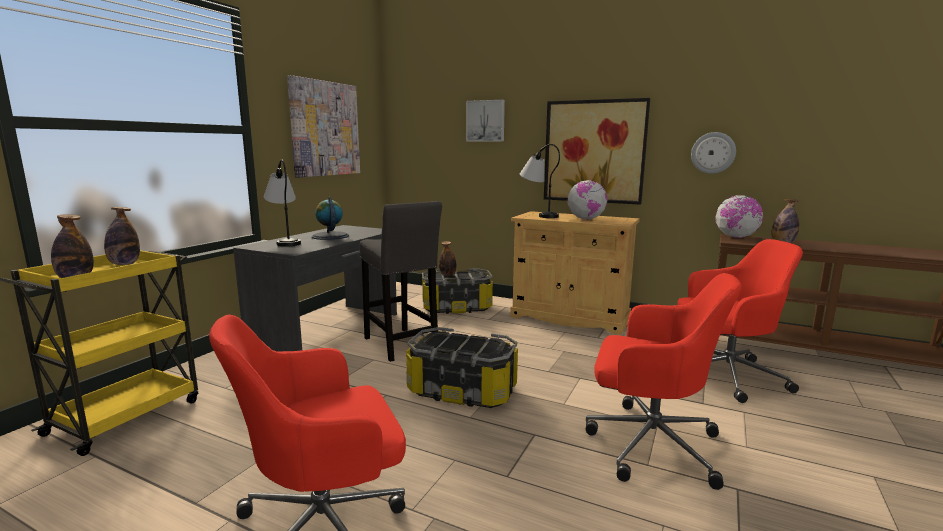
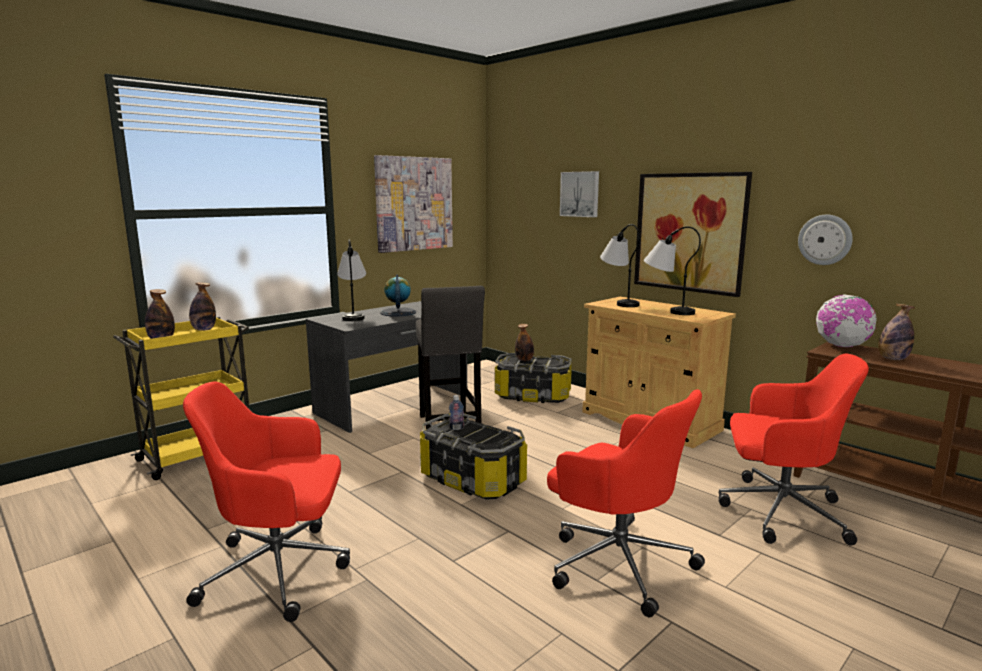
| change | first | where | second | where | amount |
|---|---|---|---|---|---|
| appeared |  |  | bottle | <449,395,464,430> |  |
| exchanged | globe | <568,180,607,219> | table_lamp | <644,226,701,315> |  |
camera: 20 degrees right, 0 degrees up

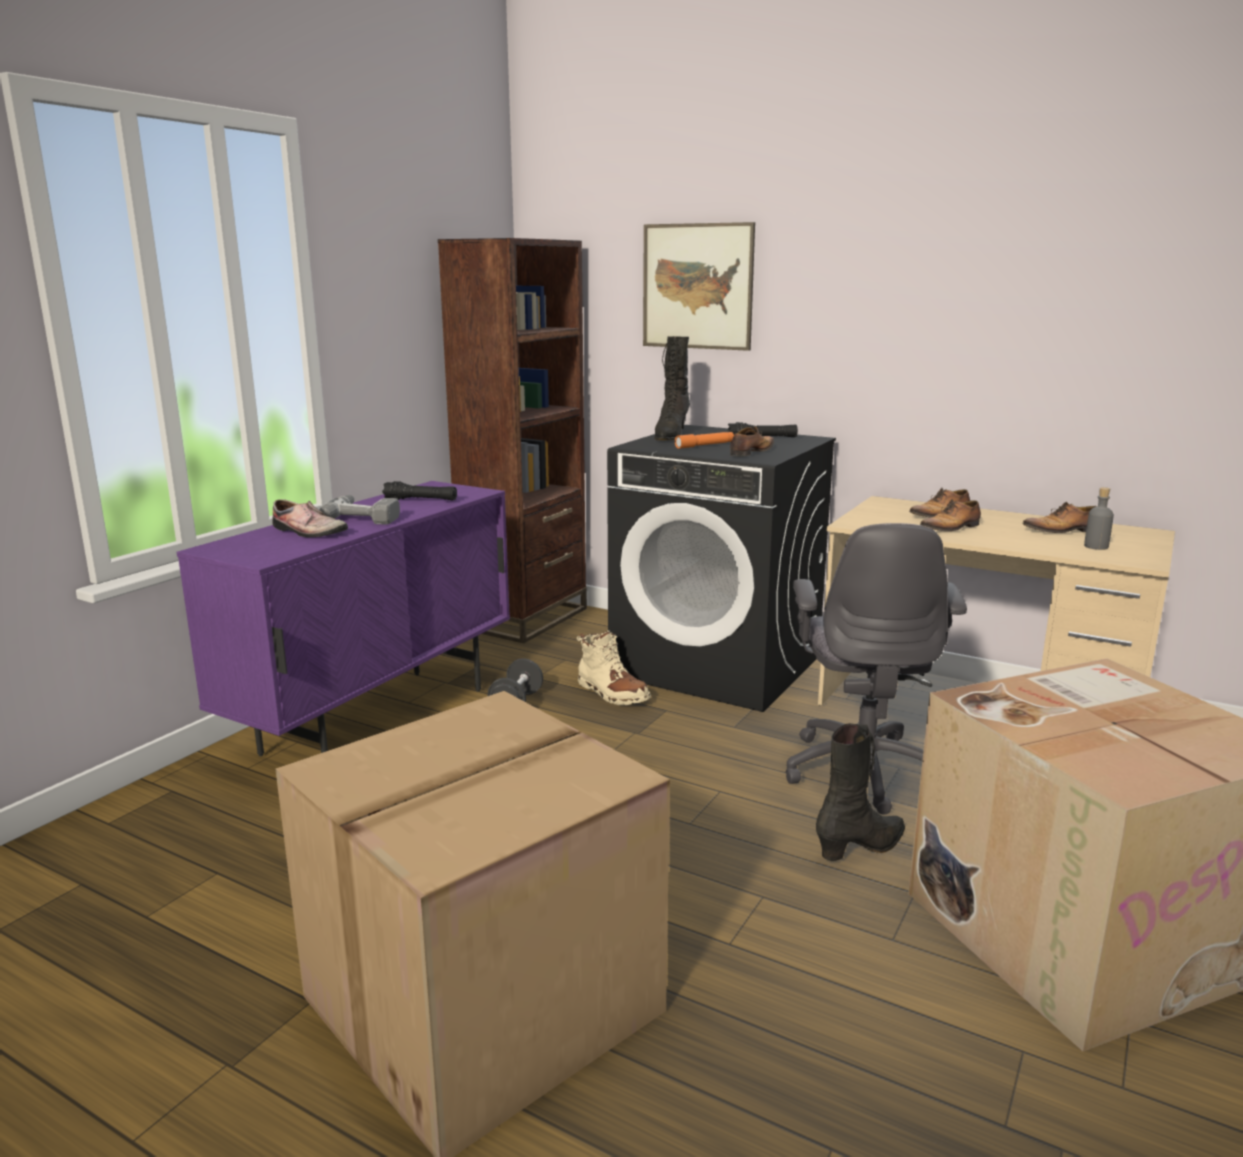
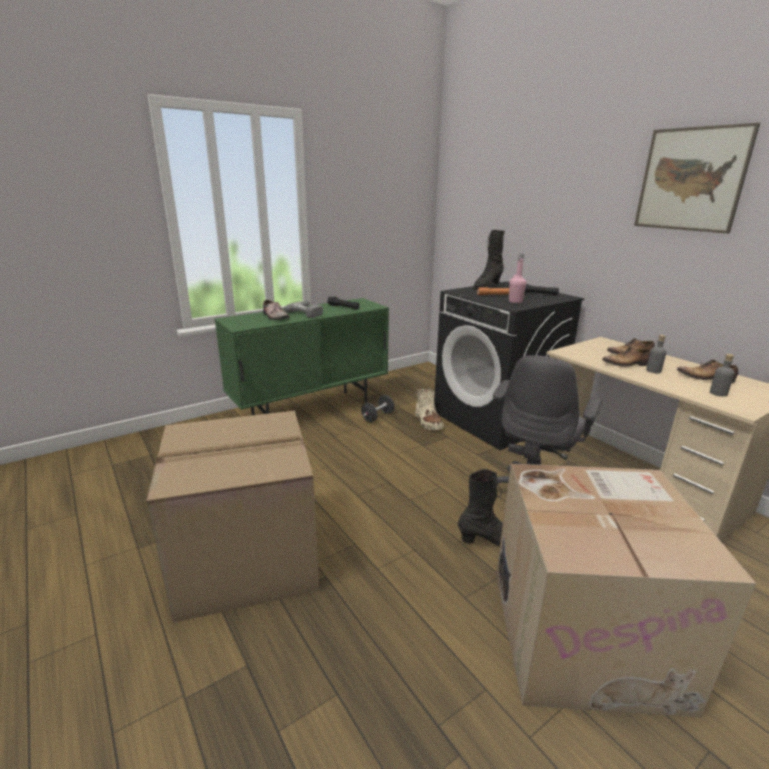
| change | first | where | second | where | amount |
|---|---|---|---|---|---|
| colour | purple_cabinet | <177,481,510,756> | green_cabinet | <214,298,389,415> |  |
| exchanged | shoe | <730,426,774,457> | pink_bottle | <509,254,526,303> |  |
| relocated | picture | <643,222,755,351> |  | <634,123,760,234> |  |
| appeared |  |  | grey_bottle | <646,335,666,373> |  |
| missing | brown_bookcase | <438,238,587,644> |  |  |  |
camera: 25 degrees right, 5 degrees up

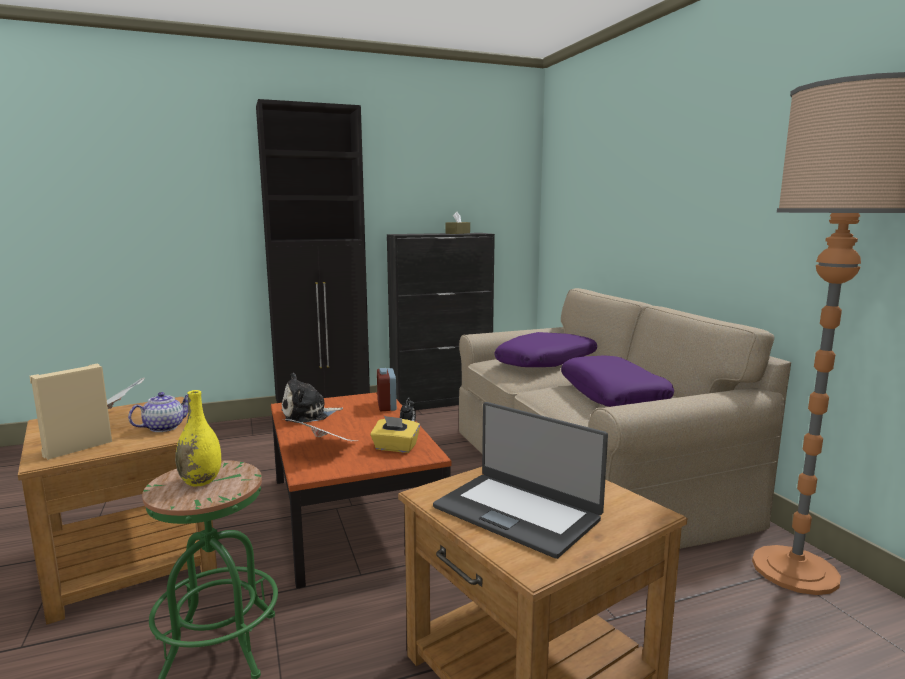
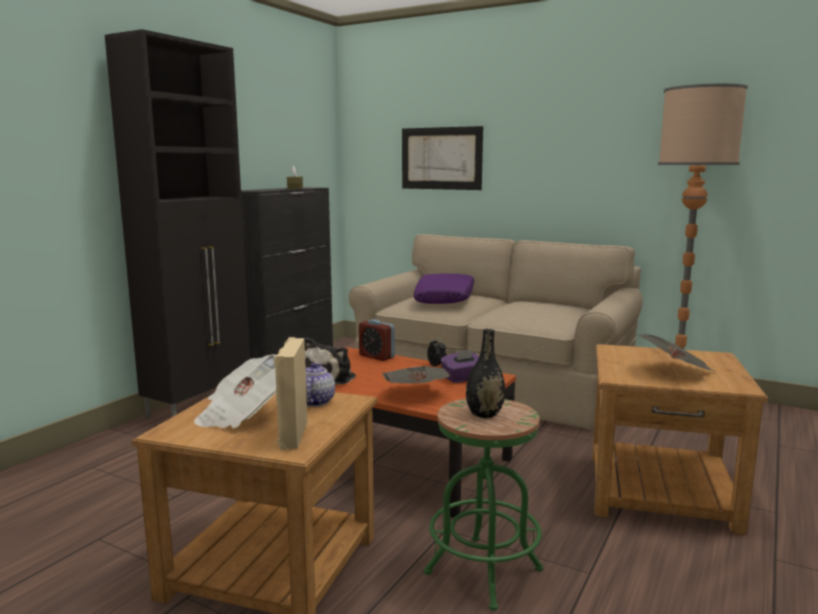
| change | first | where | second | where | amount |
|---|---|---|---|---|---|
| appeared |  |  | picture | <402,126,483,190> |  |
| colour | yellow_tissue_box | <370,416,420,453> | purple_tissue_box | <441,349,479,383> |  |
| colour | yellow_vase | <175,390,221,486> | black_vase | <466,329,505,418> |  |
| exchanged | laptop | <433,402,608,559> | newspaper | <638,334,715,371> |  |
| missing | purple_pillow | <561,355,674,407> |  |  |  |
camera: 40 degrees left, 0 degrees up

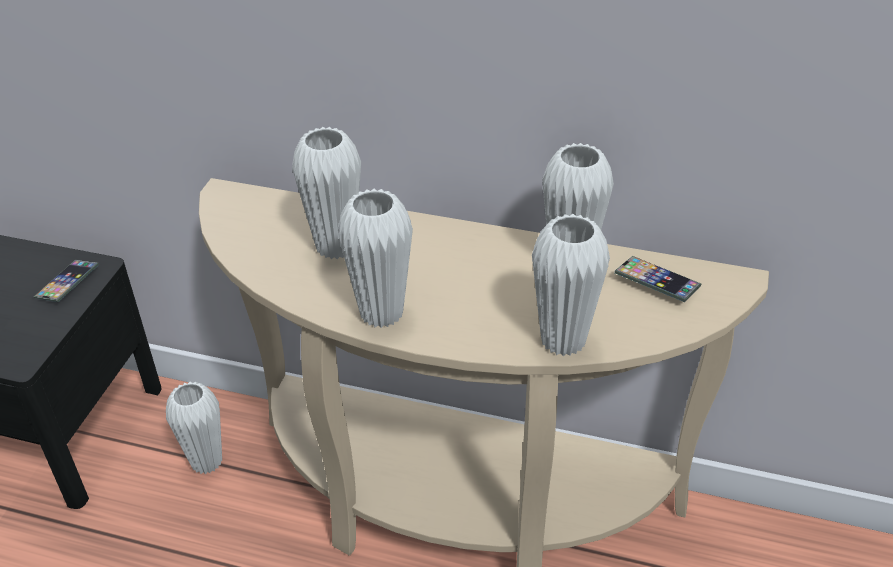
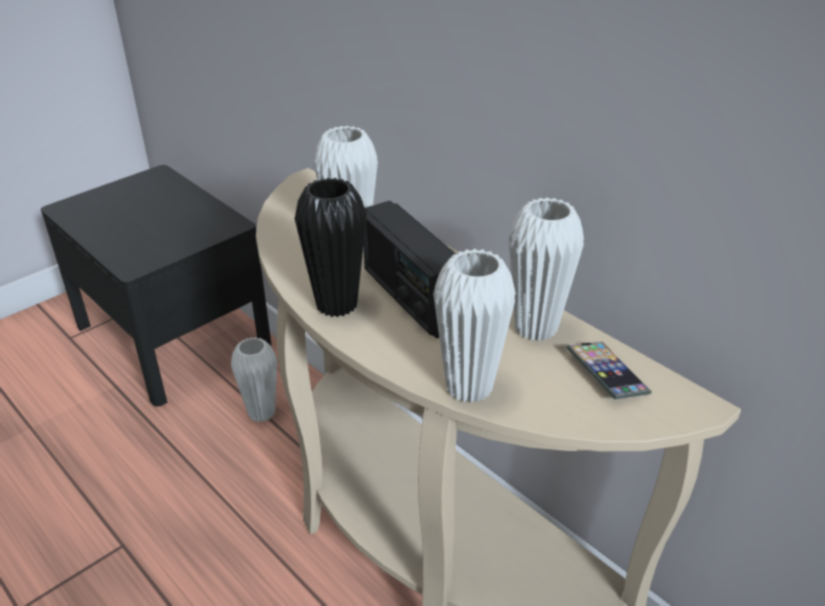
| change | first | where | second | where | amount |
|---|---|---|---|---|---|
| colour | white_vase | <338,189,413,328> | black_vase | <295,178,367,317> |  |
| appeared |  |  | radio | <364,201,456,339> |  |
| missing | phone | <34,260,99,302> |  |  |  |
camera: 30 degrees right, 5 degrees down

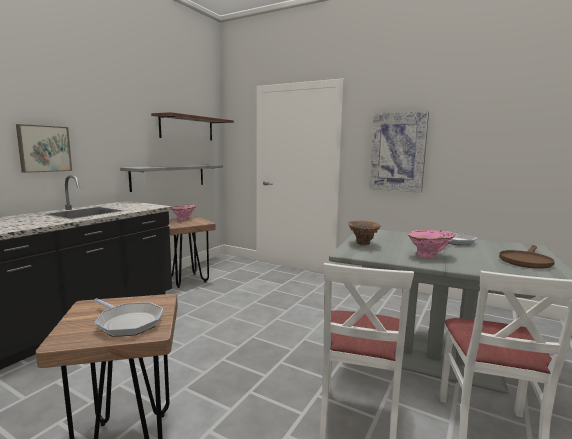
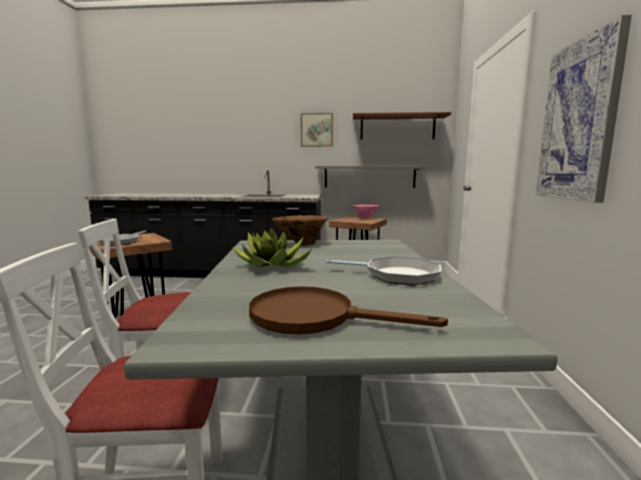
| change | first | where | second | where | amount |
|---|---|---|---|---|---|
| exchanged | pink_vase | <407,230,455,258> | potted_plant | <233,228,312,268> |  |
| relocated | picture | <16,124,72,173> |  | <301,113,333,146> |  |
camera: 65 degrees right, 0 degrees up

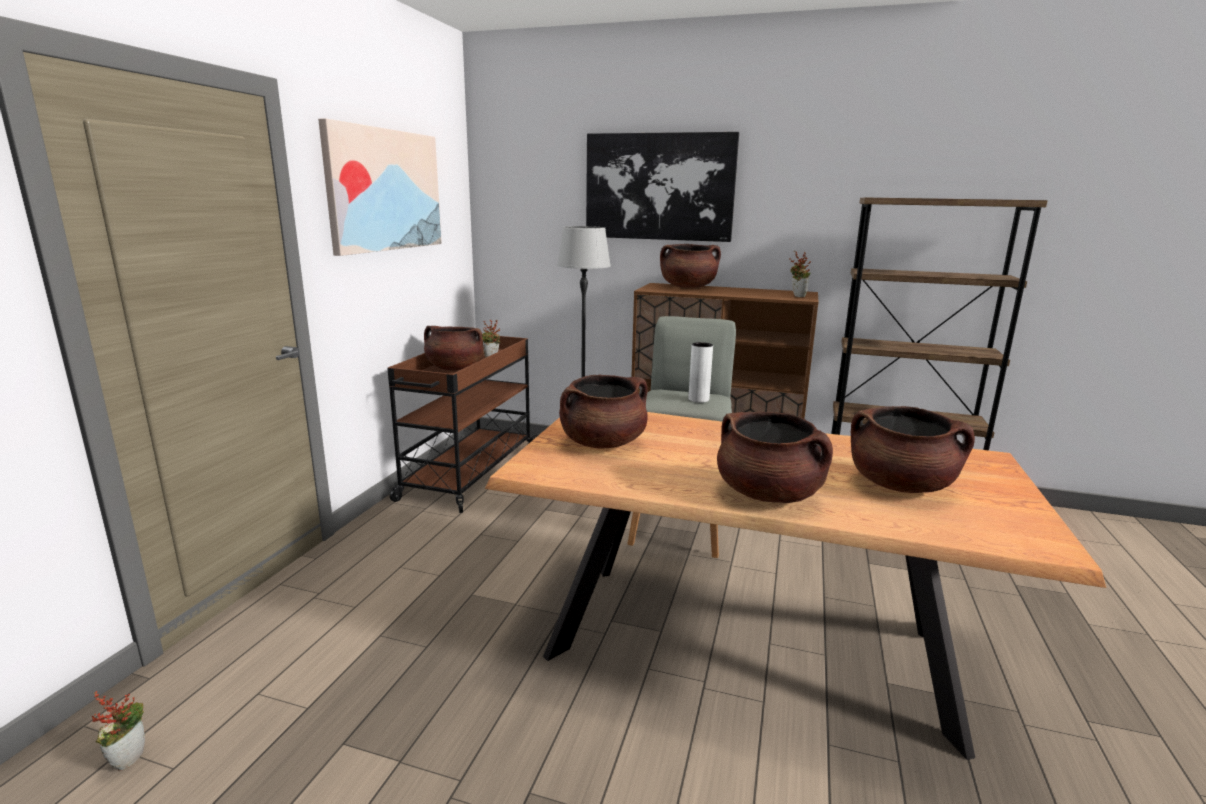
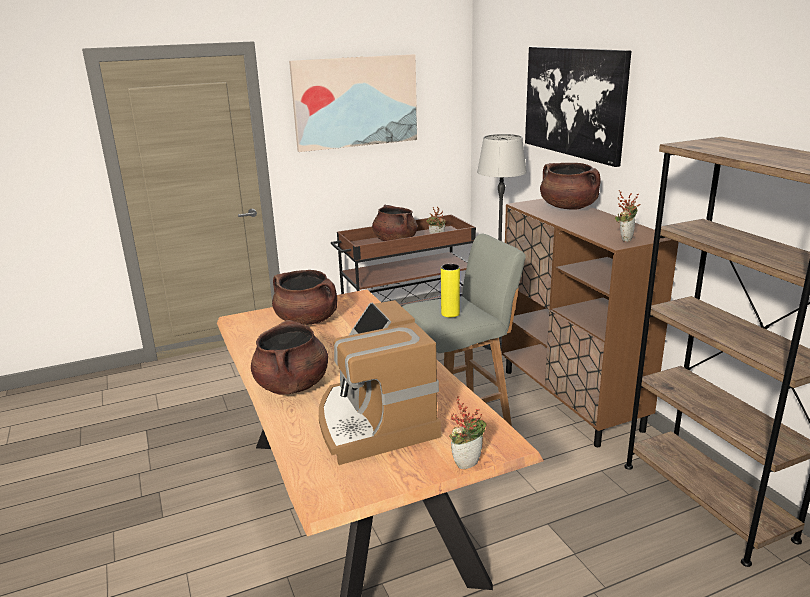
| change | first | where | second | where | amount |
|---|---|---|---|---|---|
| exchanged | brown_cooking_pot | <851,406,975,493> | coffee_machine | <319,300,441,465> |  |
| colour | white_vase | <689,342,713,403> | yellow_vase | <441,264,460,318> |  |
| relocated | potted_plant | <92,691,145,771> |  | <449,396,486,469> |  |
camera: 50 degrees right, 5 degrees up

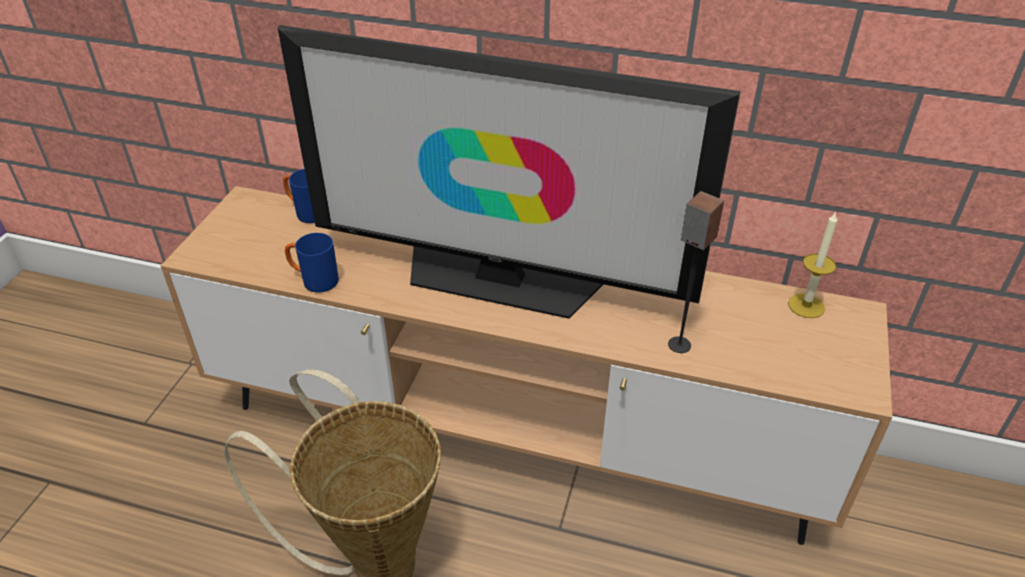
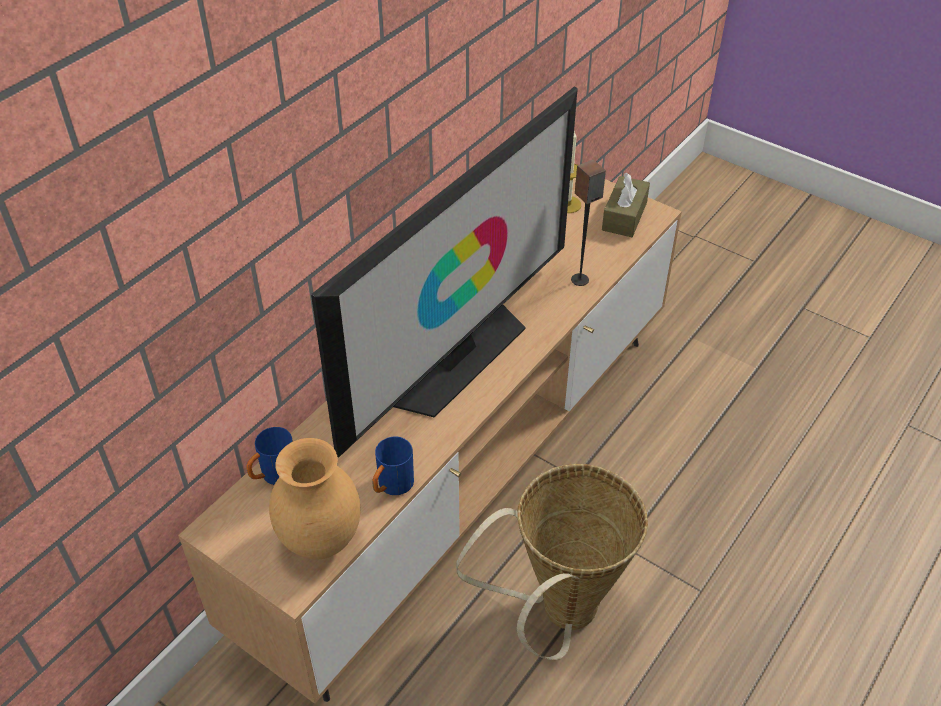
| change | first | where | second | where | amount |
|---|---|---|---|---|---|
| appeared |  |  | brown_vase | <269,438,360,559> |  |
| appeared |  |  | brown_tissue_box | <602,173,650,237> |  |
camera: 70 degrees left, 5 degrees up

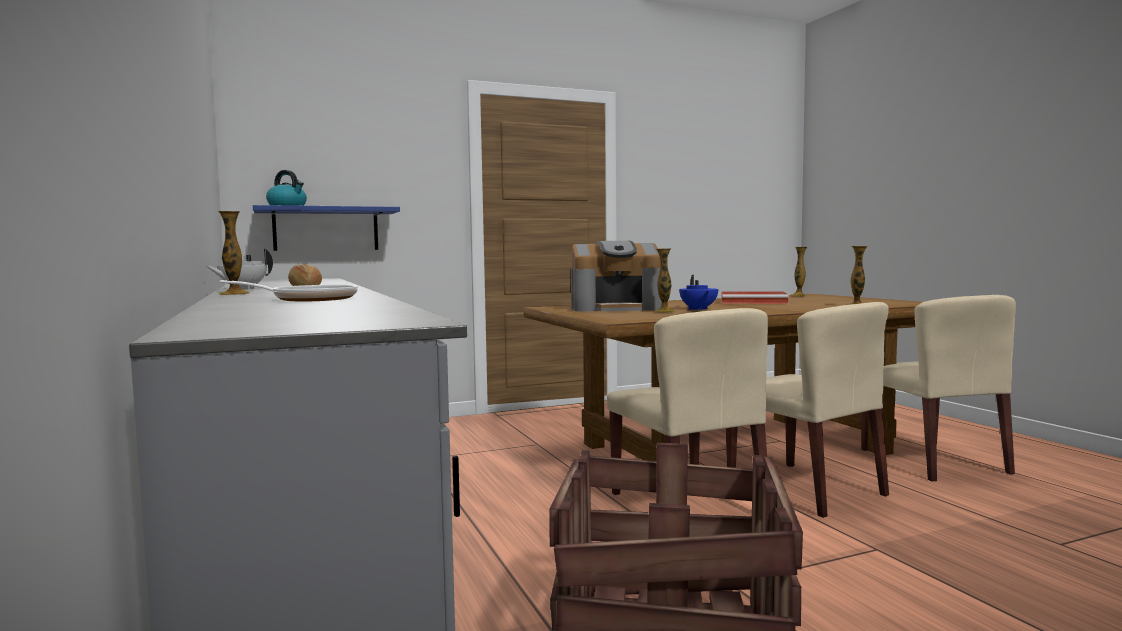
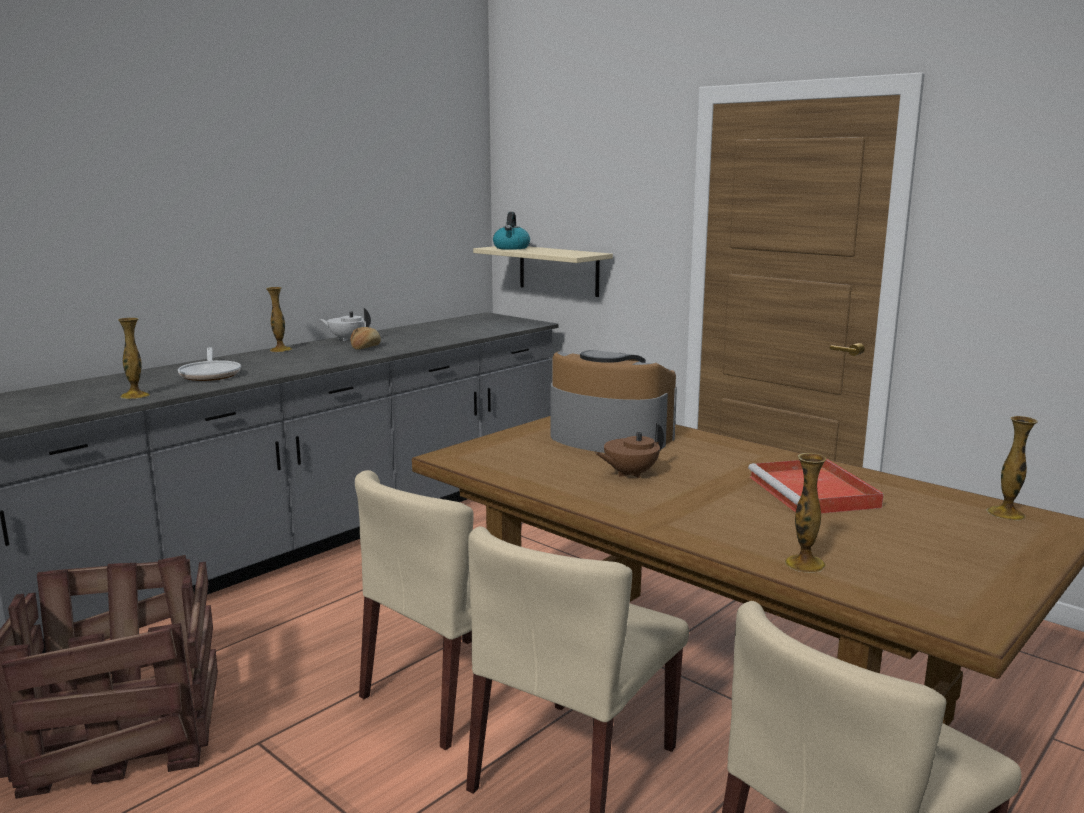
| change | first | where | second | where | amount |
|---|---|---|---|---|---|
| relocated | vase | <654,248,676,312> |  | <118,318,150,399> |  |
| colour | blue_shelf | <253,205,400,251> | beige_shelf | <473,246,613,297> |  |
| spun | coffee_machine | <571,241,662,311> |  | <550,350,677,453> | 150 degrees clockwise |
| colour | blue_teapot | <679,275,718,310> | brown_teapot | <595,423,664,478> |  |
camera: 65 degrees right, 10 degrees up

